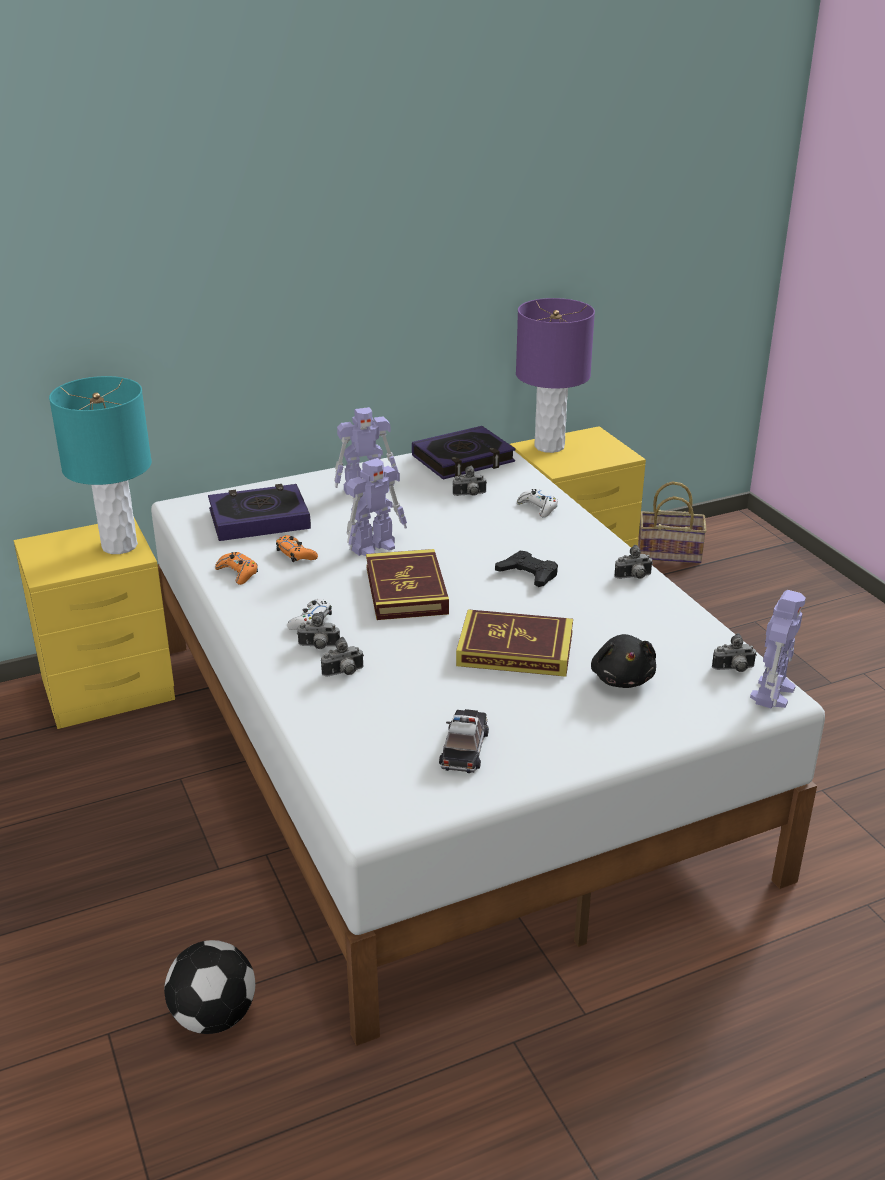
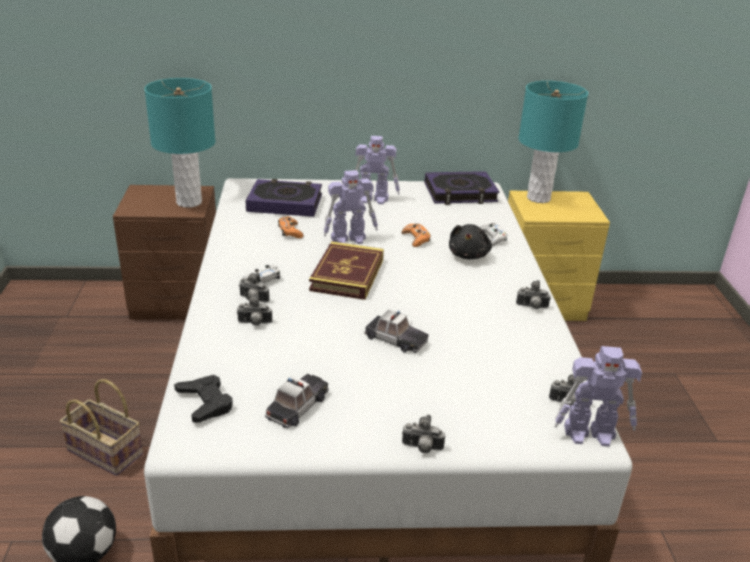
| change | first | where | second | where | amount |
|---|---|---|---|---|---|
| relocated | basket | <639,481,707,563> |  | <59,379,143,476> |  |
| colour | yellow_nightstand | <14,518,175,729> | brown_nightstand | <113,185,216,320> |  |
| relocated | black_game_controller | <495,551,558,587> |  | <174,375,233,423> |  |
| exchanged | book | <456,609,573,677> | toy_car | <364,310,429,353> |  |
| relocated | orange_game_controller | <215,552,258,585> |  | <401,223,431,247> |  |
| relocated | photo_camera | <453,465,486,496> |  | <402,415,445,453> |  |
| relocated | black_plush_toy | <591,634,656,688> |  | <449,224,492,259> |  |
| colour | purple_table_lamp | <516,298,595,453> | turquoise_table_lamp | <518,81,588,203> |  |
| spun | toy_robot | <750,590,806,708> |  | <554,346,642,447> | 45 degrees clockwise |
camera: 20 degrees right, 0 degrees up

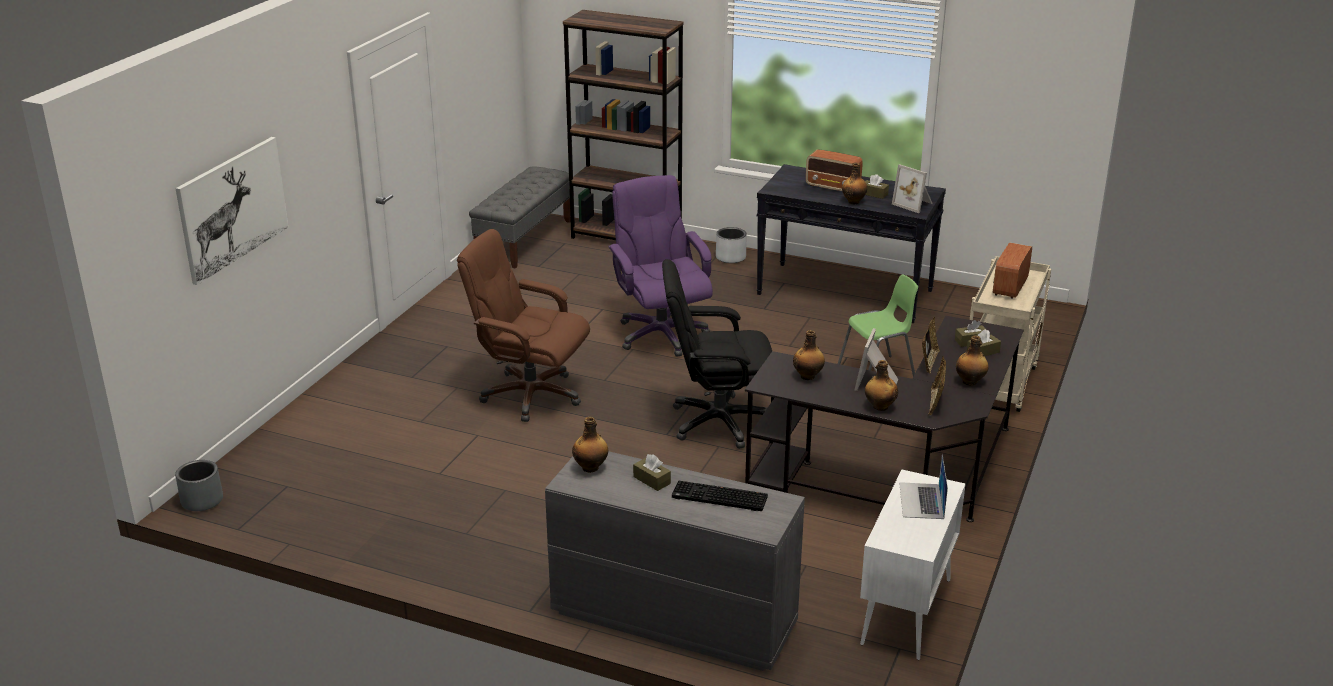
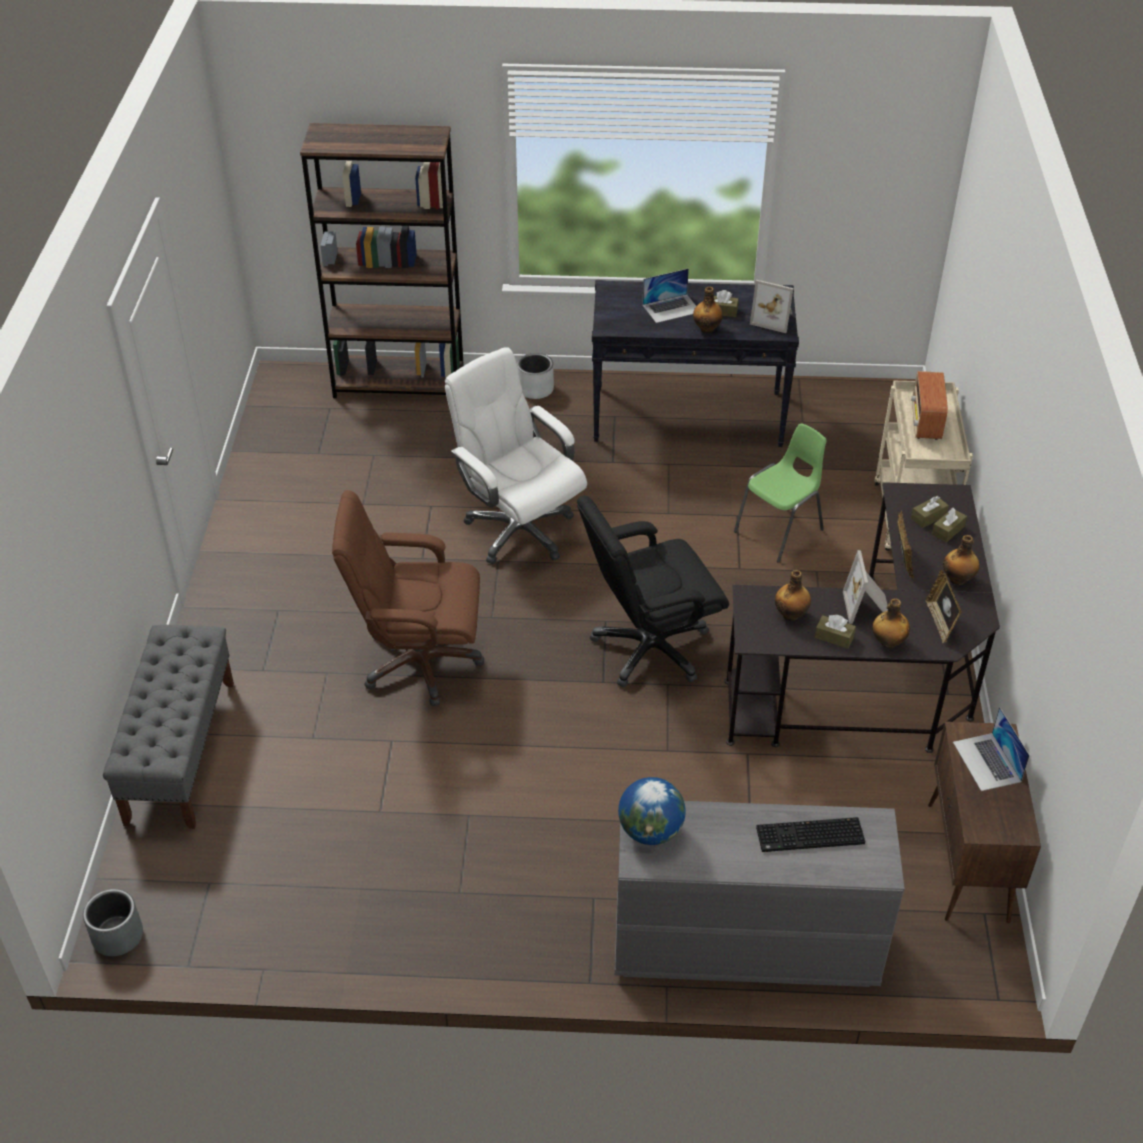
| change | first | where | second | where | amount |
|---|---|---|---|---|---|
| relocated | grey_bench | <469,166,571,269> |  | <103,625,234,829> |  |
| colour | purple_office_chair | <608,175,713,357> | white_office_chair | <445,347,587,564> |  |
| exchanged | bottle | <572,417,608,473> | globe | <618,777,686,845> |  |
| exchanged | radio | <806,149,863,191> | laptop | <642,268,696,323> |  |
| relocated | brown_tissue_box | <633,454,671,491> |  | <815,615,856,649> |  |
| colour | white_cabinet | <860,470,966,660> | brown_cabinet | <928,721,1041,923> |  |
| missing | picture | <175,137,288,285> |  |  |  |
camera: 20 degrees left, 15 degrees up

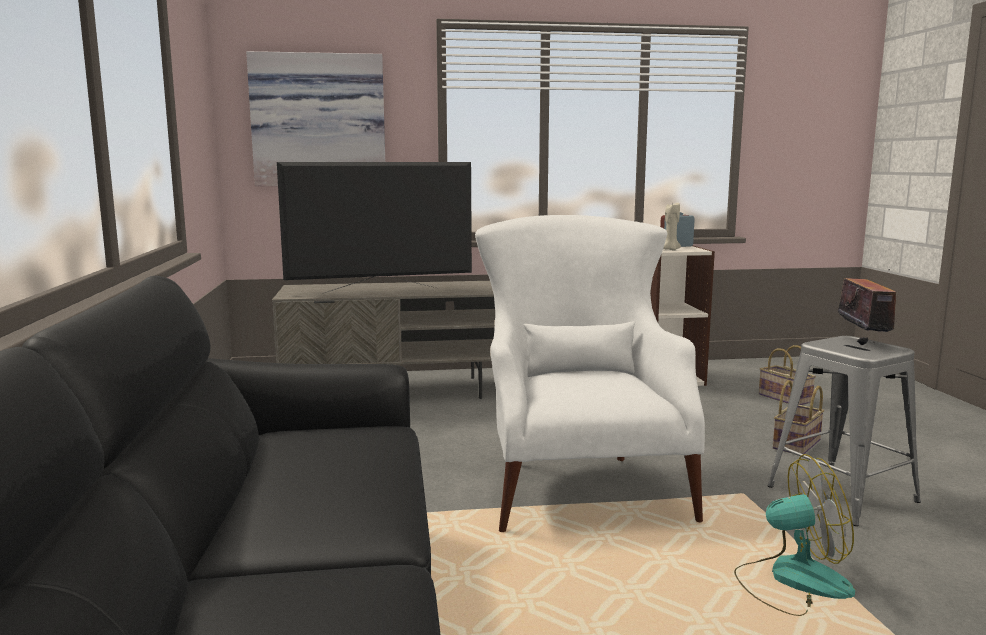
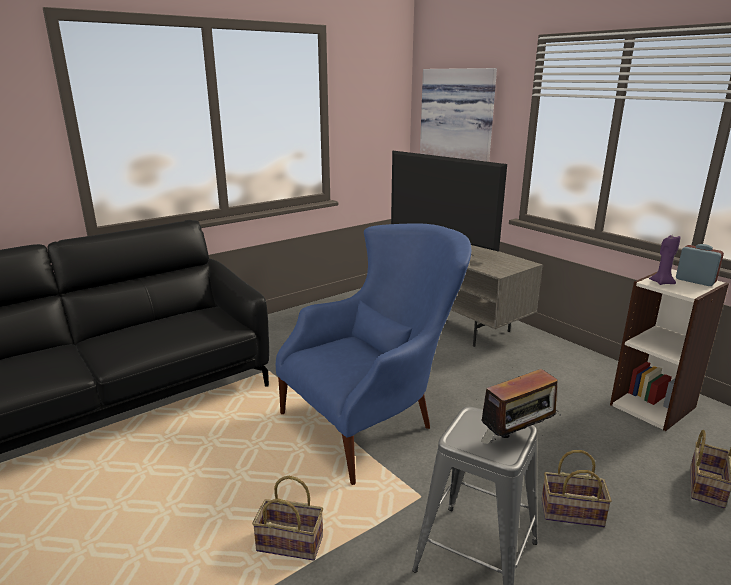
| change | first | where | second | where | amount |
|---|---|---|---|---|---|
| exchanged | fan | <734,454,855,616> | basket | <252,476,323,561> |  |
| colour | white_armchair | <475,215,705,532> | blue_armchair | <276,223,471,485> |  |
| colour | beige_candle | <663,203,681,251> | purple_candle | <649,235,680,285> |  |
camera: 60 degrees right, 10 degrees up

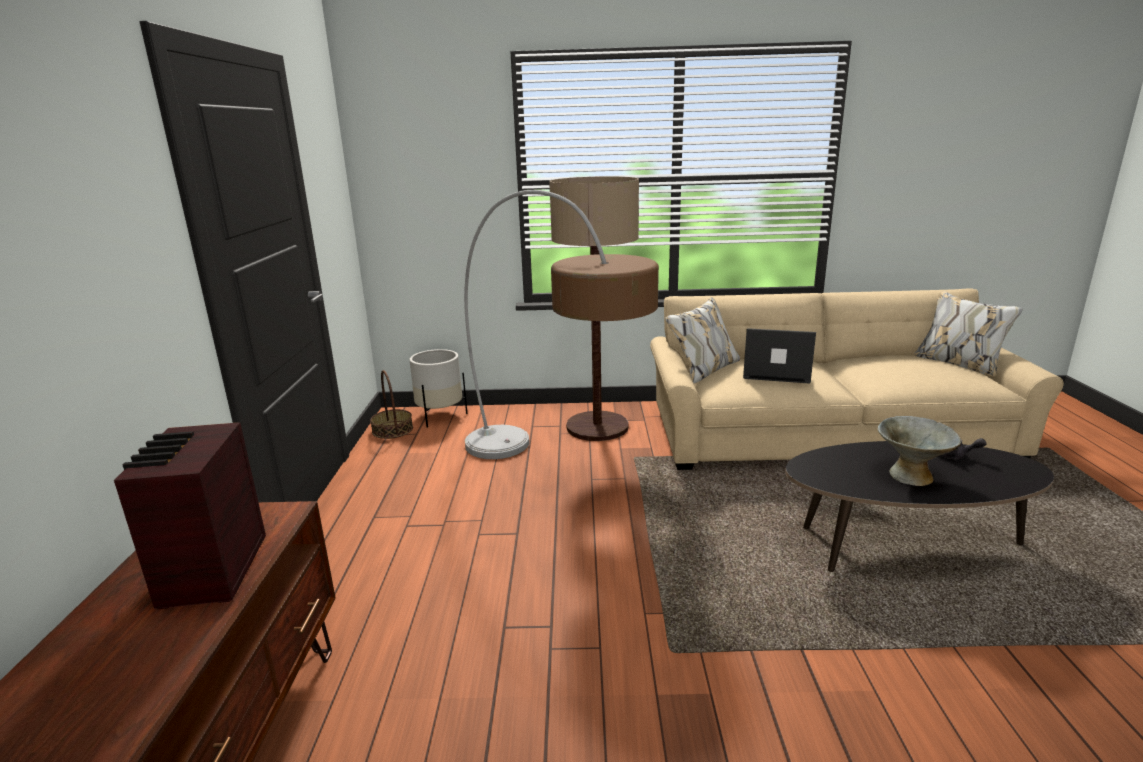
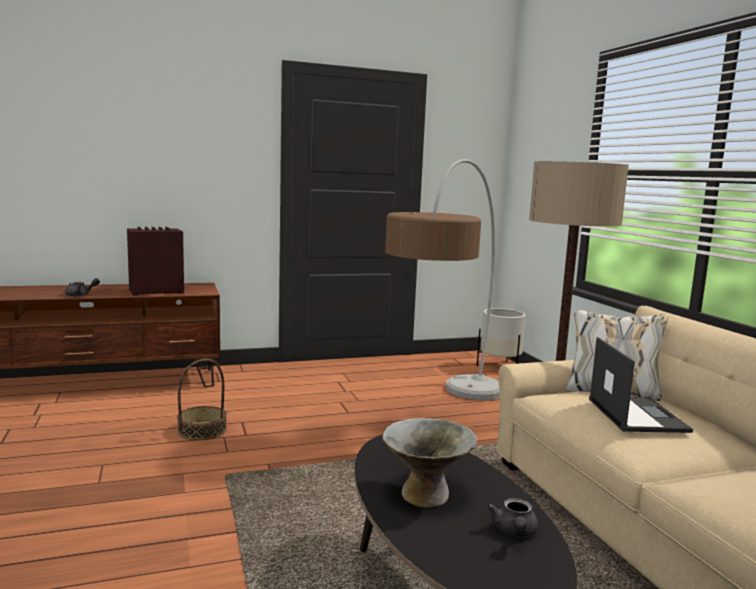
| change | first | where | second | where | amount |
|---|---|---|---|---|---|
| appeared |  |  | grey_teapot | <65,278,100,297> |  |
| relocated | basket | <370,370,413,439> |  | <177,359,227,440> |  |
camera: 70 degrees right, 10 degrees down

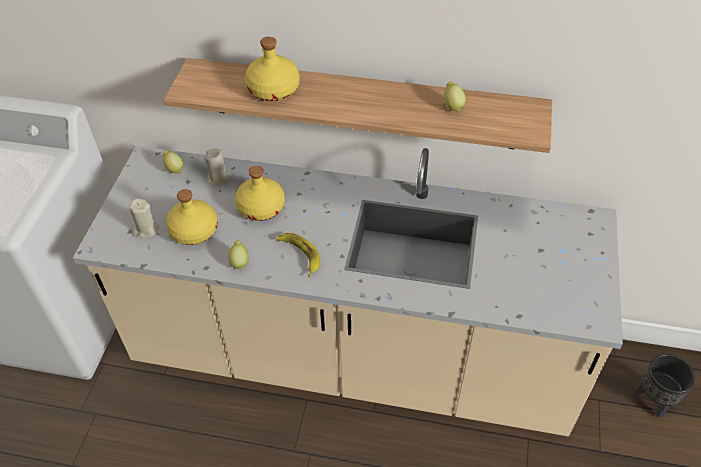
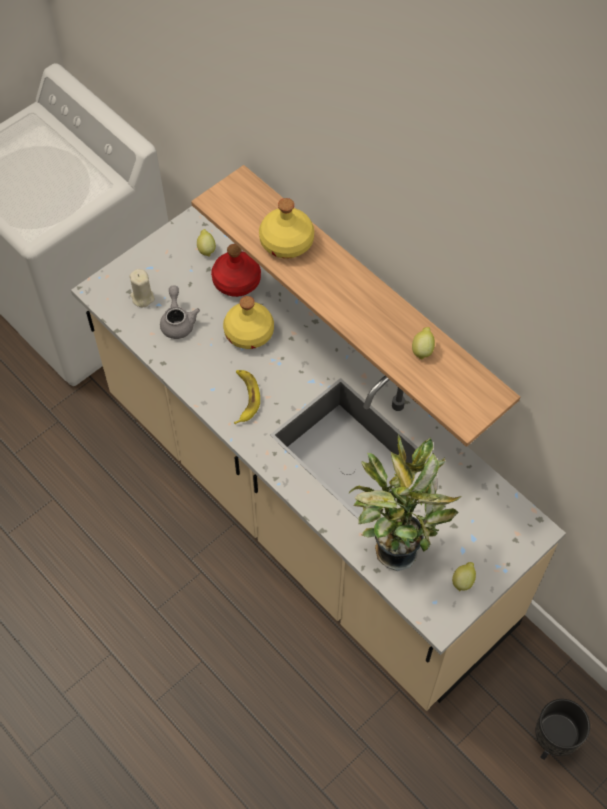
| change | first | where | second | where | amount |
|---|---|---|---|---|---|
| exchanged | yellow_bottle | <166,189,218,245> | grey_teapot | <160,285,200,339> |  |
| exchanged | beige_candle | <204,148,231,186> | red_bottle | <211,244,261,297> |  |
| appeared |  |  | potted_plant | <349,434,462,571> |  |
| relocated | lemon | <228,240,249,270> |  | <452,562,476,592> |  |
camera: 35 degrees right, 10 degrees up

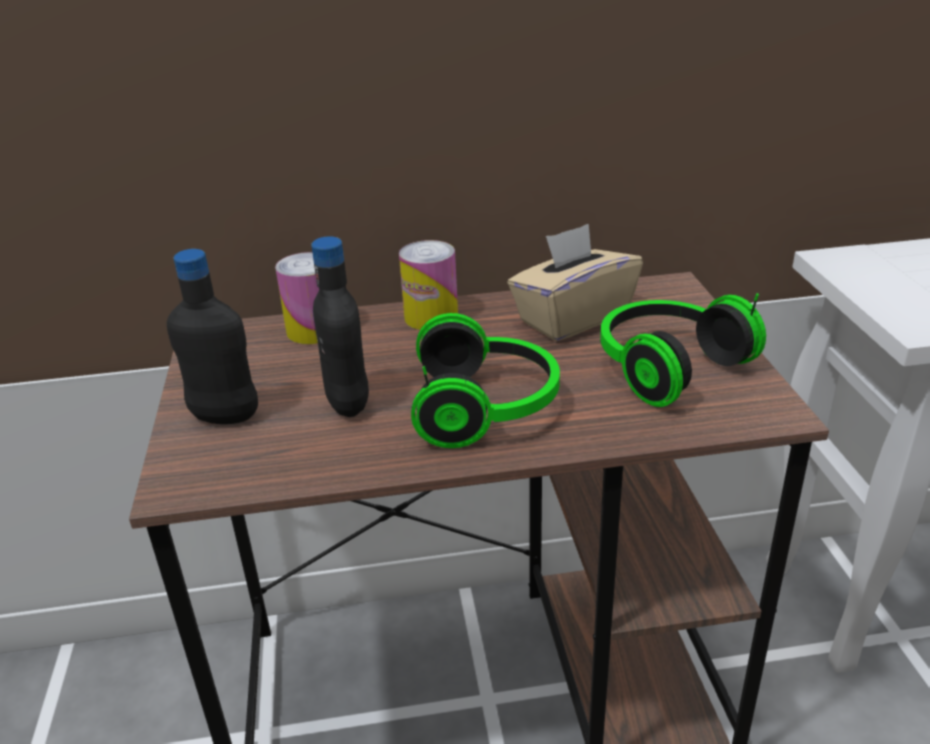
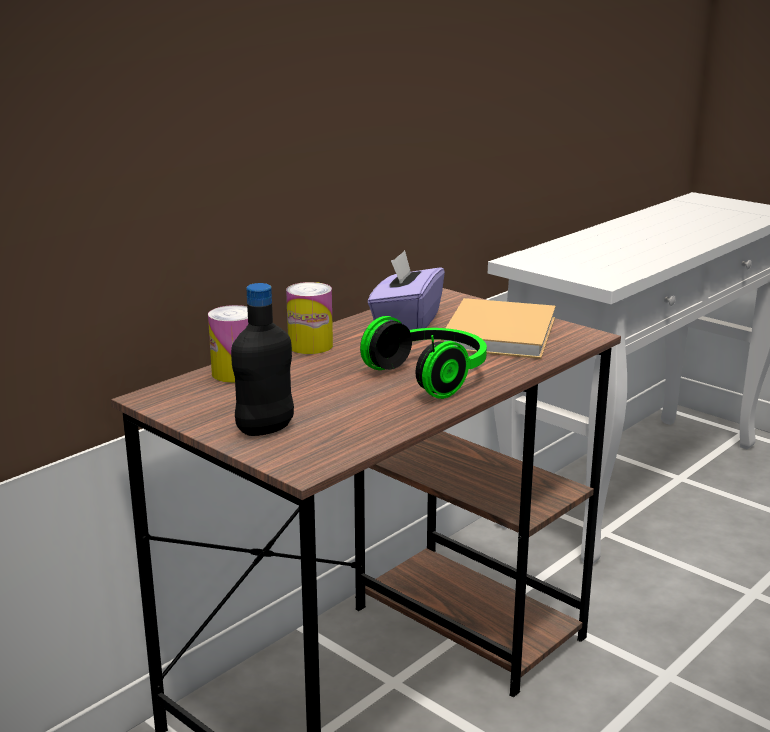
| change | first | where | second | where | amount |
|---|---|---|---|---|---|
| colour | beige_tissue_box | <507,224,643,341> | purple_tissue_box | <368,250,445,330> |  |
| exchanged | headphones | <600,293,766,407> | beige_book | <441,298,556,359> |  |
| missing | black_bottle | <311,236,369,417> |  |  |  |
camera: 40 degrees left, 10 degrees down

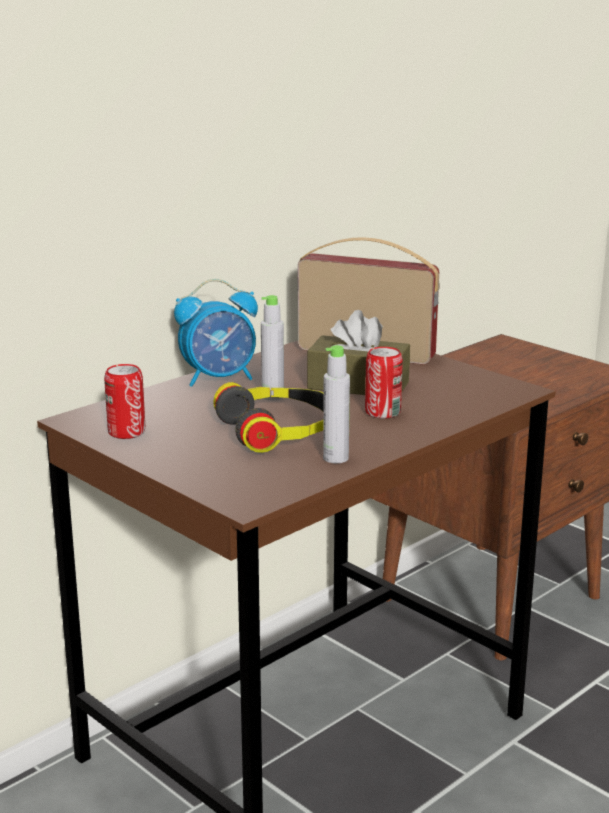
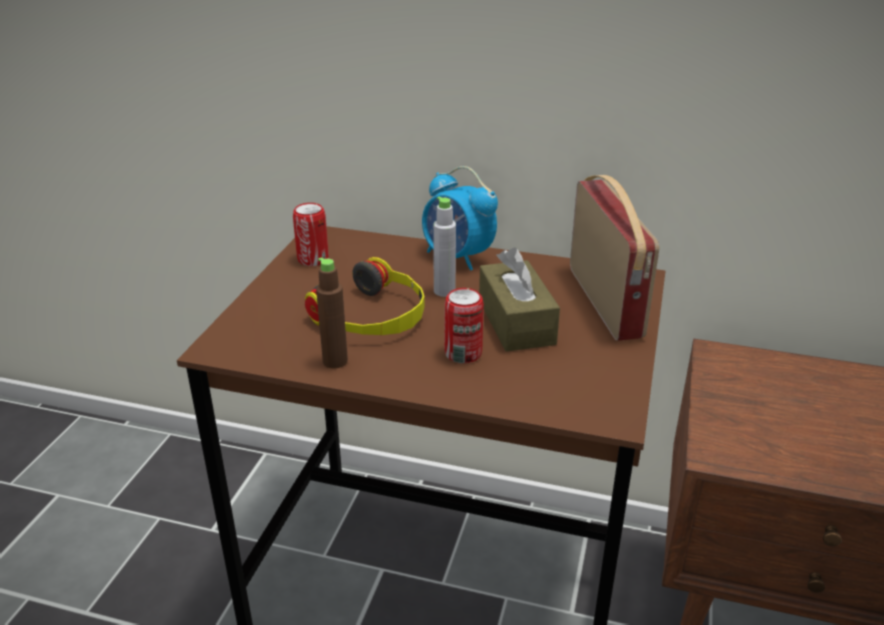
| change | first | where | second | where | amount |
|---|---|---|---|---|---|
| colour | grey_bottle | <323,345,350,463> | brown_bottle | <316,258,348,368> |  |
camera: 60 degrees right, 10 degrees up

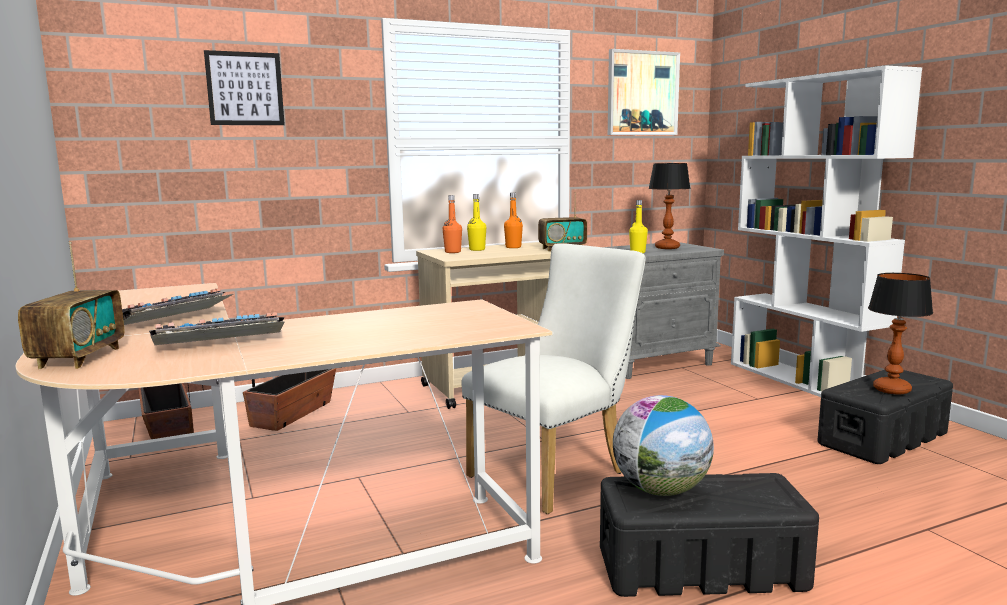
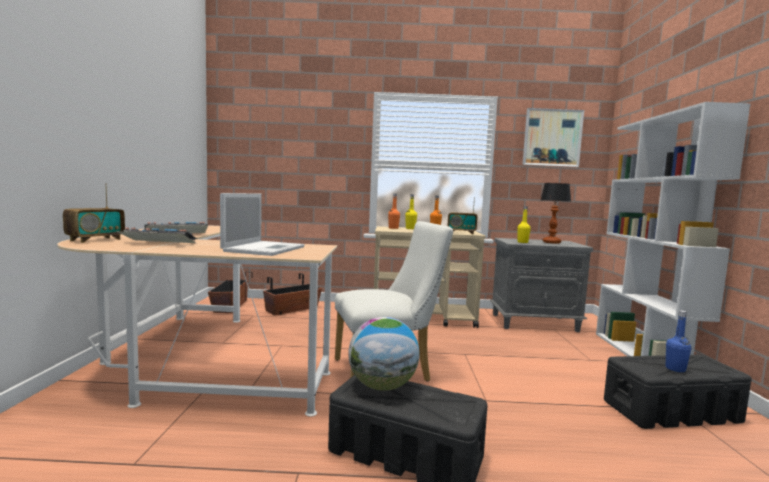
| change | first | where | second | where | amount |
|---|---|---|---|---|---|
| appeared |  |  | laptop | <220,193,305,256> |  |
| exchanged | table_lamp | <868,273,933,394> | blue_bottle | <666,310,691,372> |  |
| missing | picture | <204,50,285,125> |  |  |  |
camera: 25 degrees right, 5 degrees down

